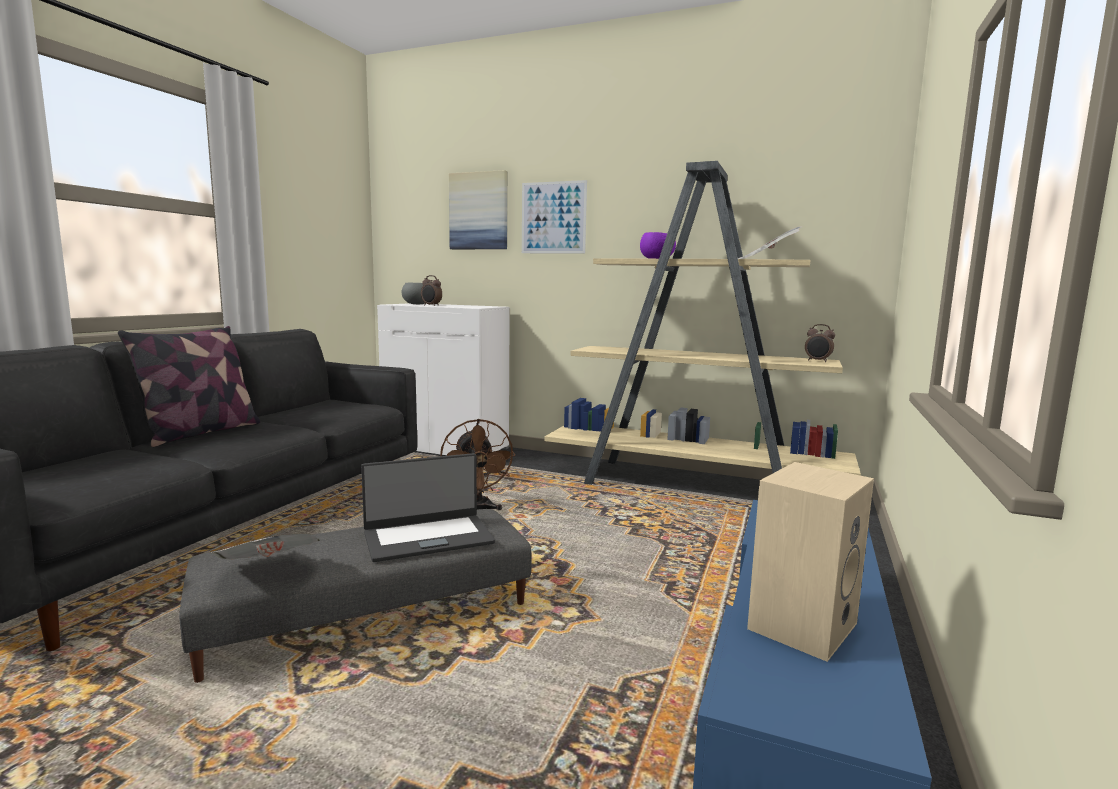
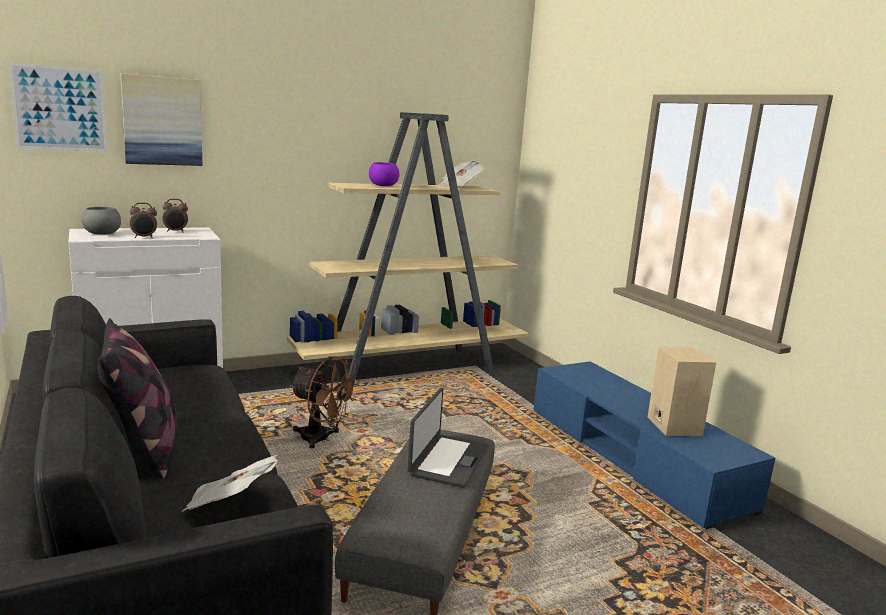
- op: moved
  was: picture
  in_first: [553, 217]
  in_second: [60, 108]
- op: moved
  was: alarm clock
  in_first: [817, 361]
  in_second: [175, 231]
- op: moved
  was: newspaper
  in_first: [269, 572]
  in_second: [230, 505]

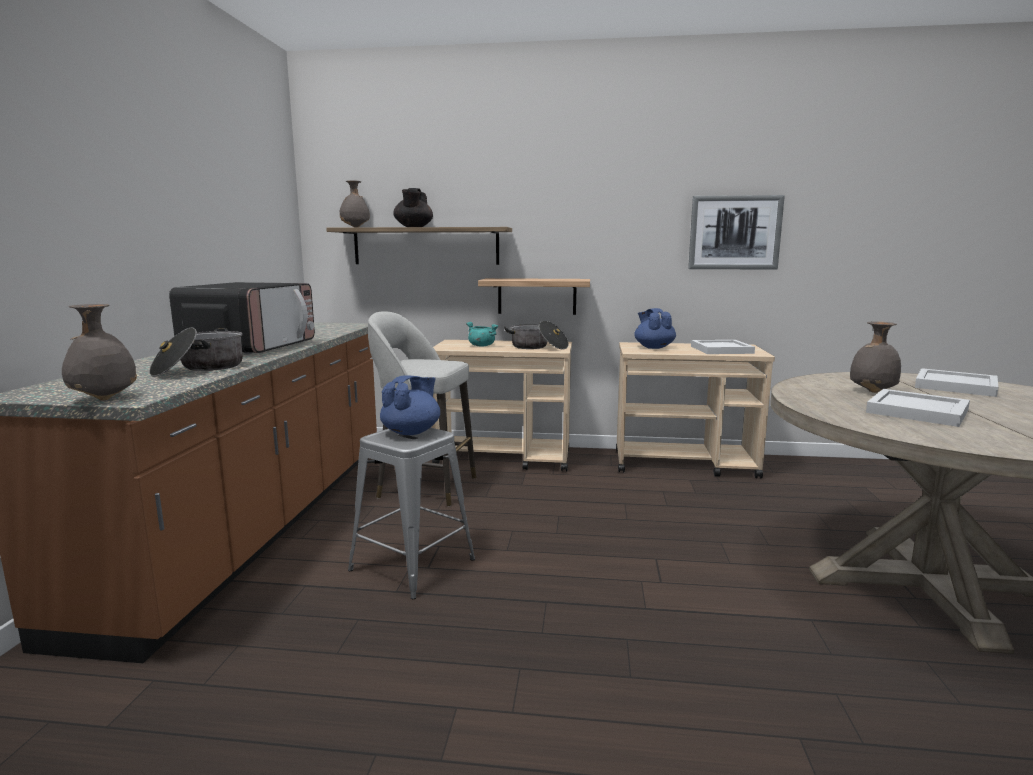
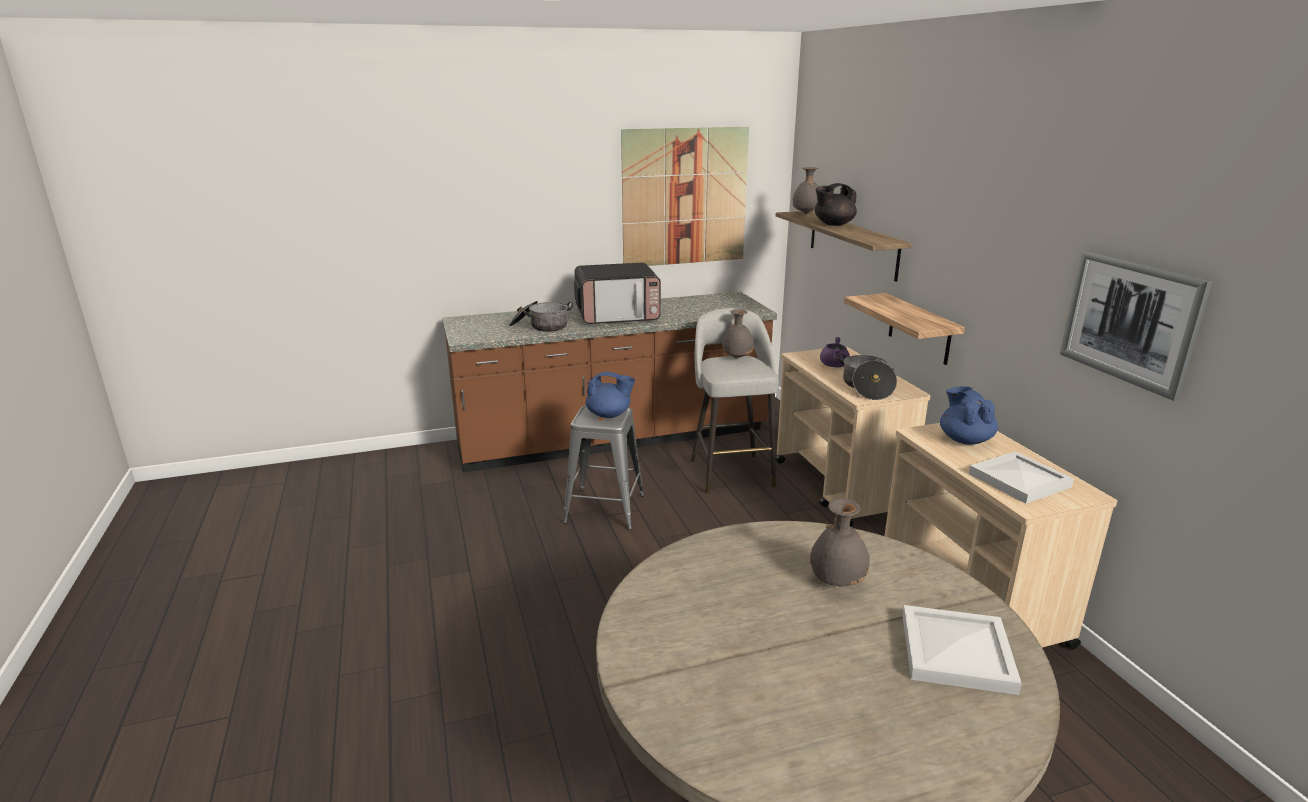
- op: moved
  was: vase/grey
  in_first: [104, 398]
  in_second: [737, 357]
- op: turned
  was: teapot/blue
  in_first: [653, 347]
  in_second: [965, 439]
  clockwise: -60
- op: recoloured
  was: cooking pot/turquoise
  now: cooking pot/purple
  in_first: [481, 346]
  in_second: [833, 365]
- op: removed
  was: tray/white
  in_first: [918, 411]
- op: added
  now: picture
  in_second: [685, 197]

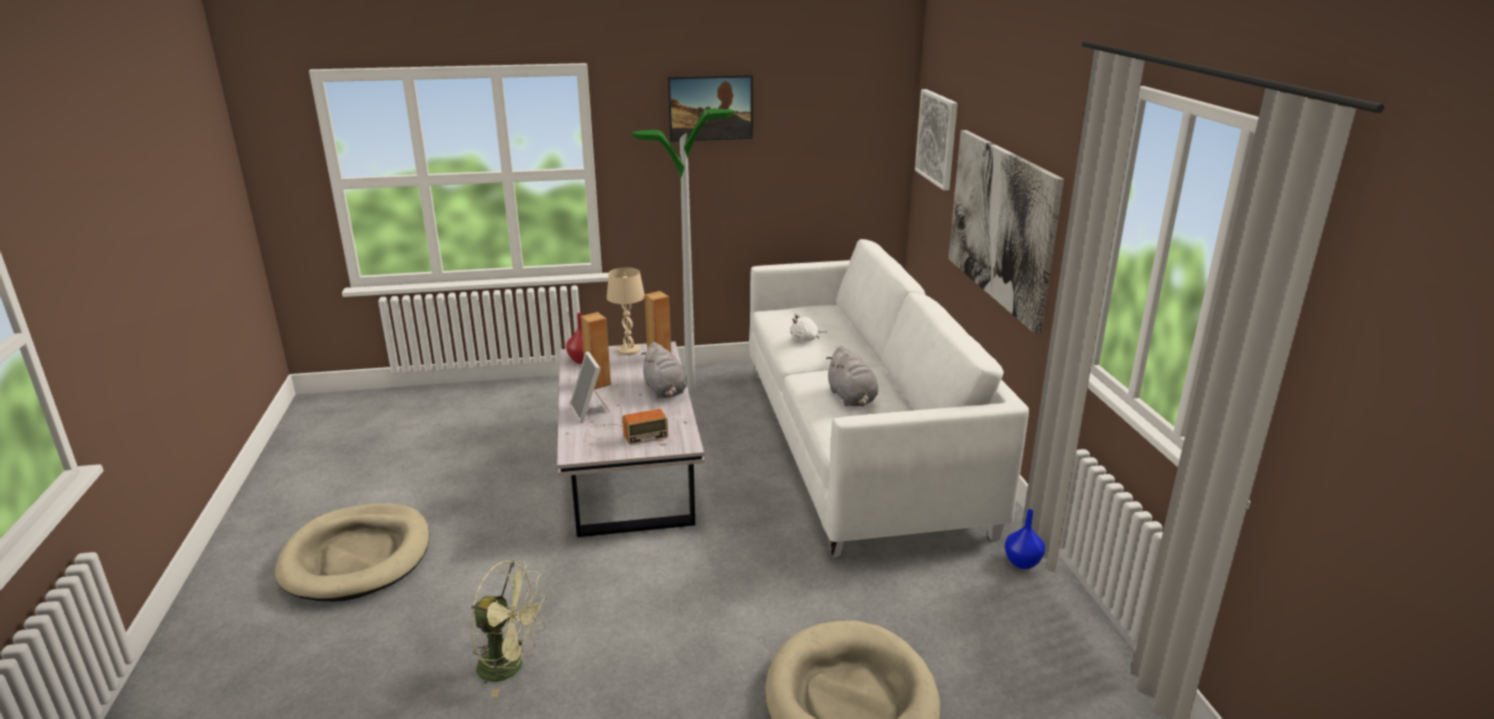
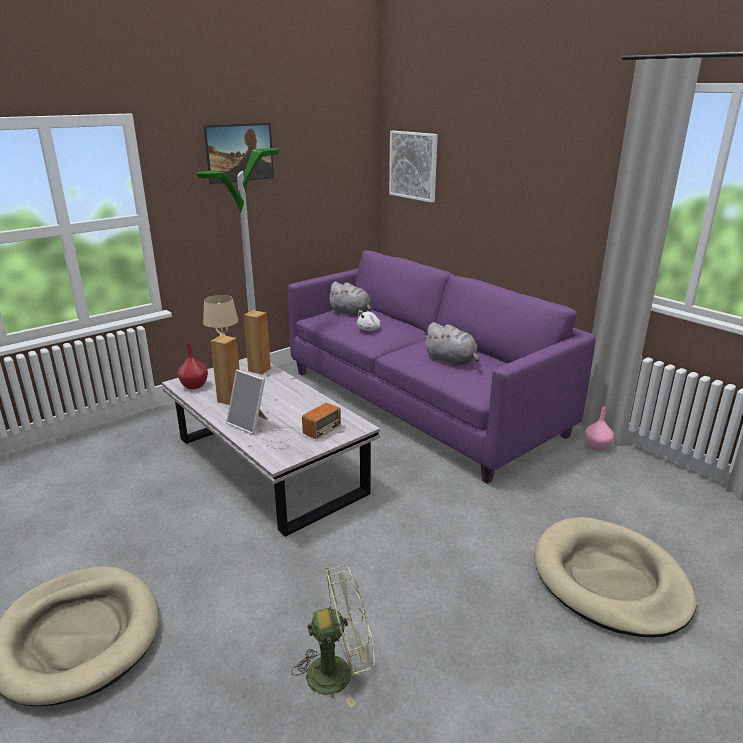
- op: removed
  was: picture
  in_first: [1001, 224]
- op: recoloured
  was: sofa/white
  now: sofa/purple
  in_first: [858, 444]
  in_second: [420, 402]
- op: moved
  was: plush toy/grey
  in_first: [665, 391]
  in_second: [351, 313]
- op: recoloured
  was: vase/blue
  now: vase/pink
  in_first: [1022, 562]
  in_second: [596, 446]

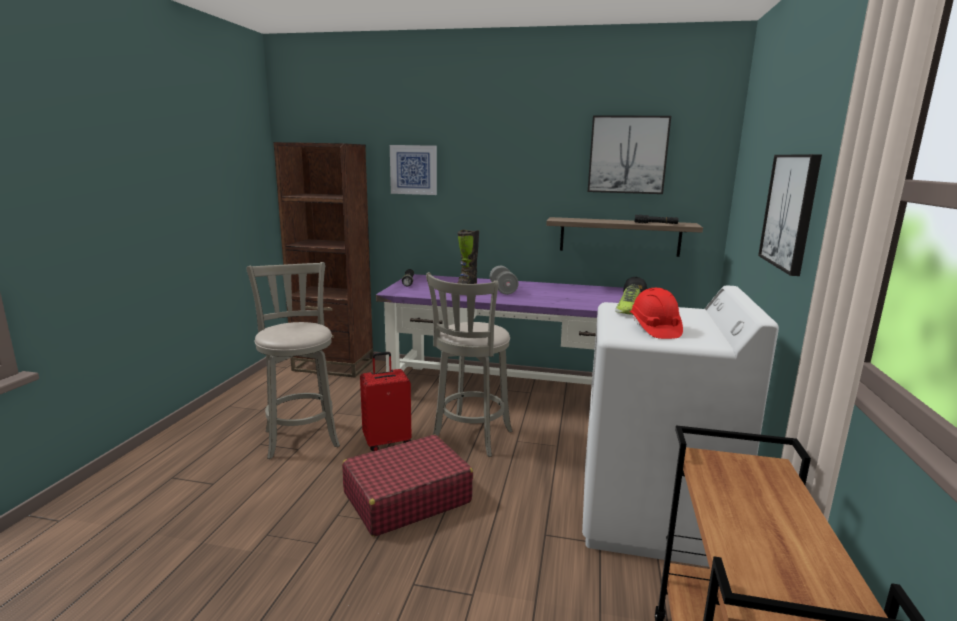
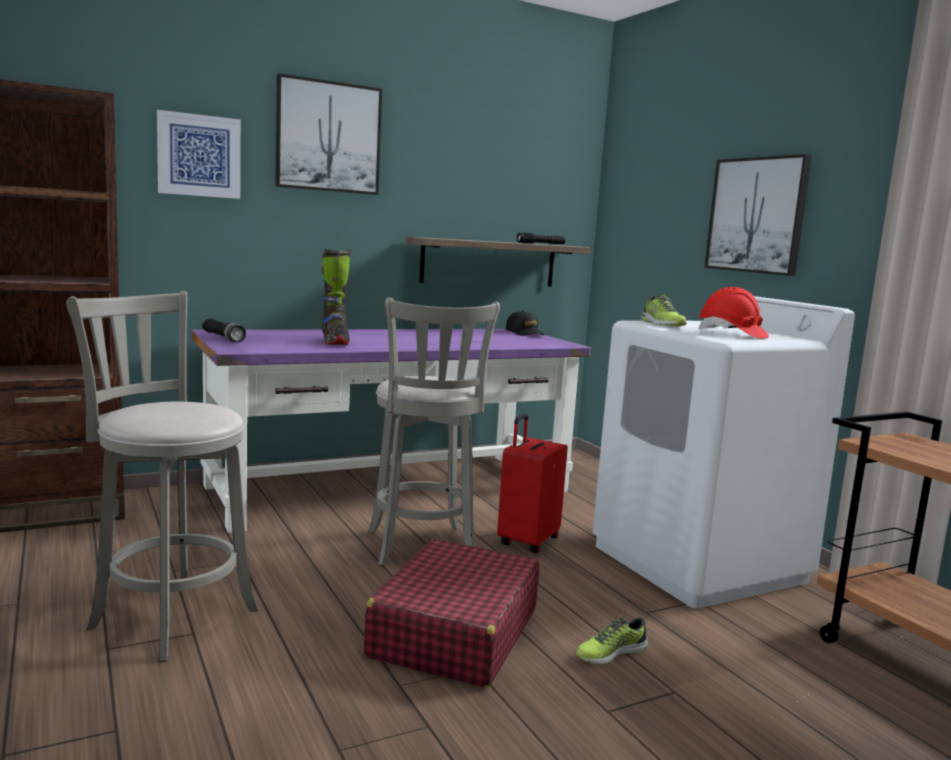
- op: moved
  was: picture
  in_first: [627, 155]
  in_second: [328, 137]
- op: removed
  was: dumbbell/grey
  in_first: [503, 290]
- op: moved
  was: suitcase/red
  in_first: [387, 442]
  in_second: [527, 541]
- op: added
  now: shoe
  in_second: [610, 653]

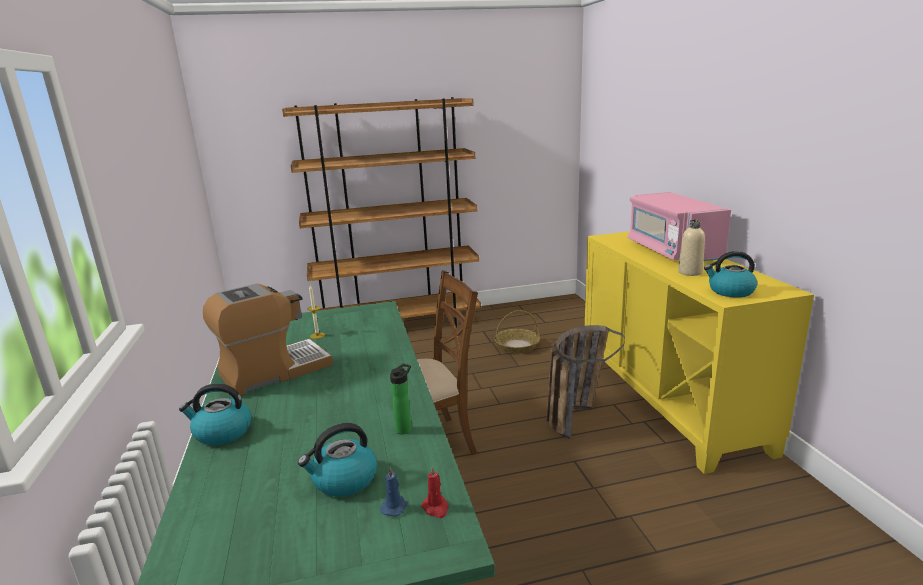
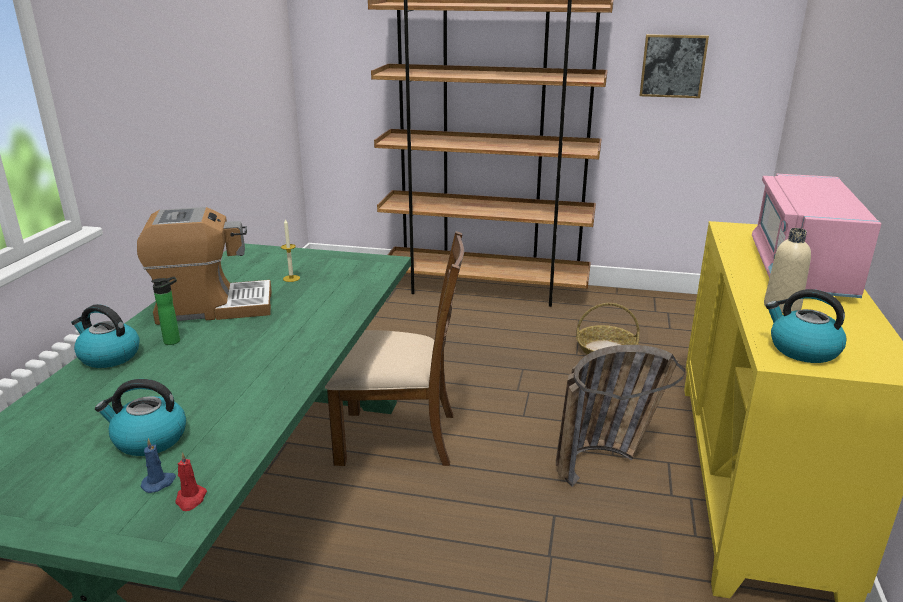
- op: moved
  was: bottle
  in_first: [405, 428]
  in_second: [174, 341]
- op: added
  now: picture
  in_second: [673, 66]

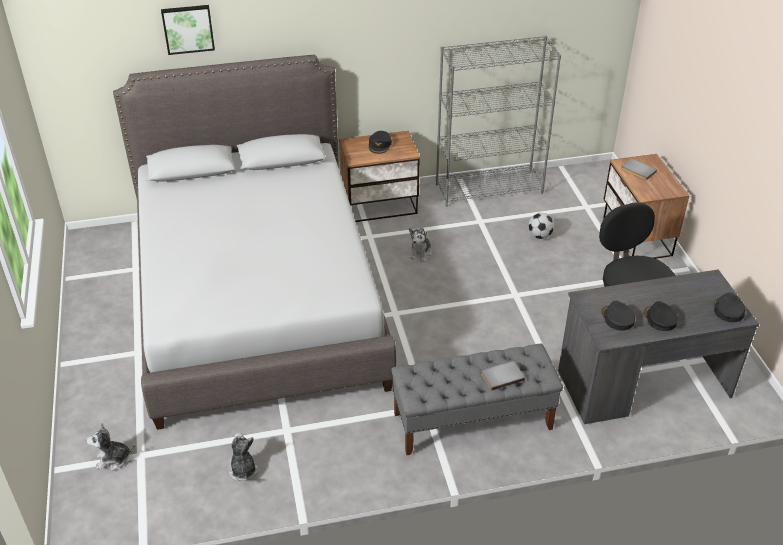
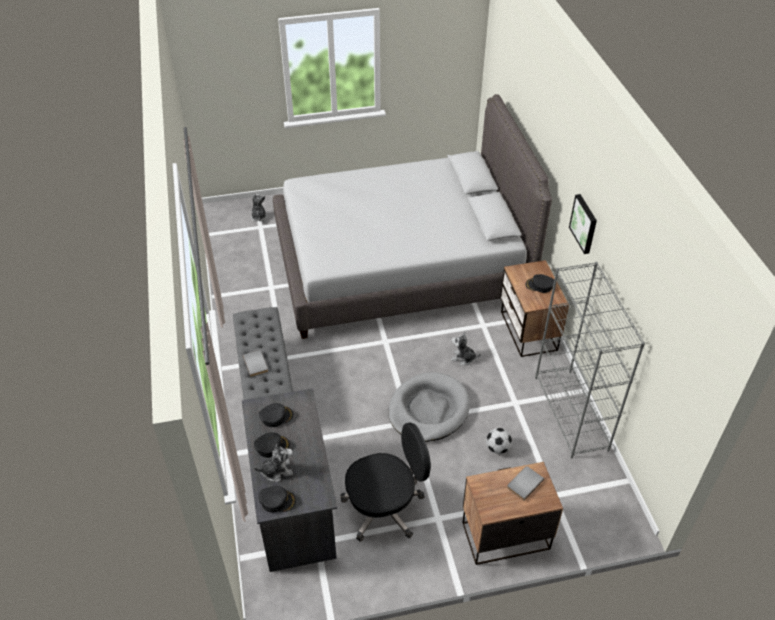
- op: moved
  was: picture
  in_first: [188, 28]
  in_second: [584, 223]
- op: moved
  was: plush toy
  in_first: [243, 470]
  in_second: [276, 471]
- op: added
  now: dog bed/grey
  in_second: [428, 410]

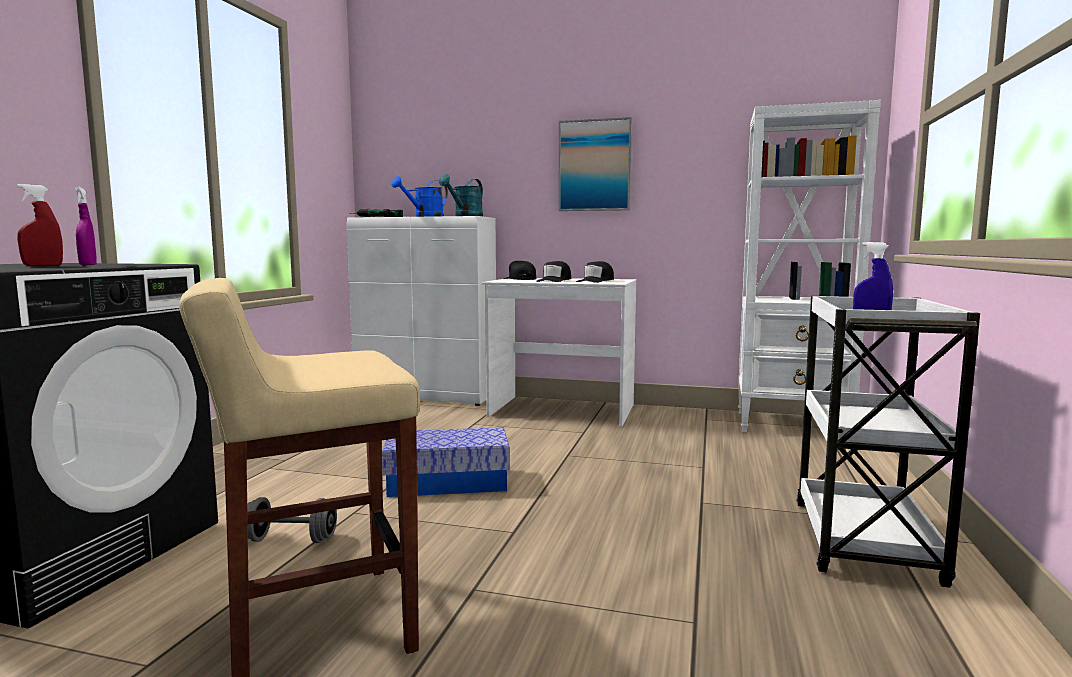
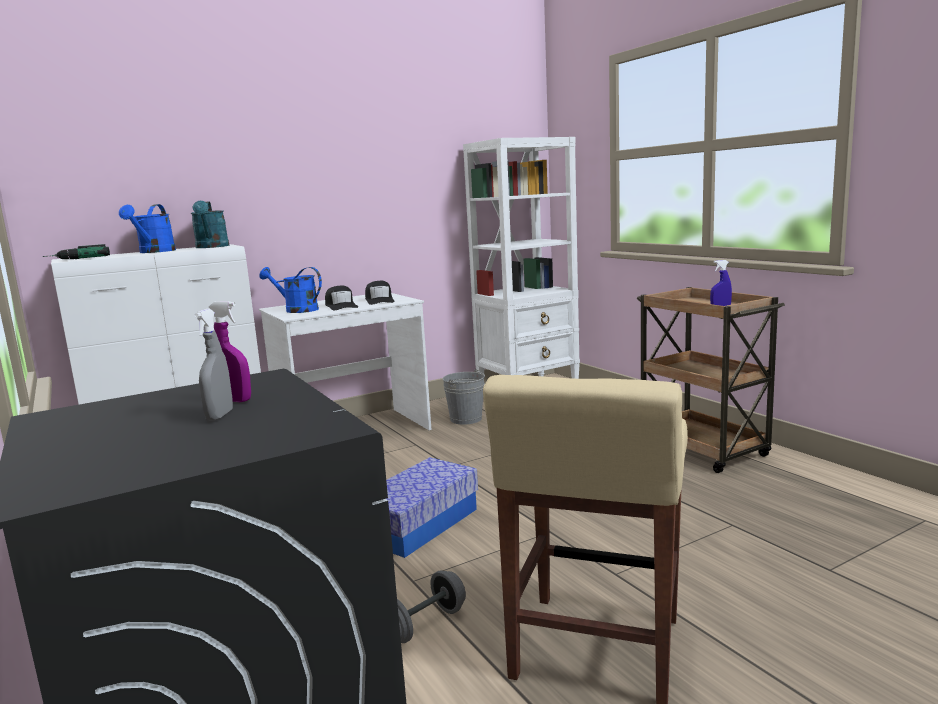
- op: removed
  was: picture
  in_first: [595, 165]
- op: recoloured
  was: spray bottle/red
  now: spray bottle/grey
  in_first: [43, 266]
  in_second: [219, 415]
- op: replaced
  was: cap/black
  now: watering can/blue
  in_first: [519, 279]
  in_second: [296, 310]
- op: recoloured
  was: cart/white
  now: cart/brown
  in_first: [865, 543]
  in_second: [703, 450]
- op: added
  now: bucket/grey
  in_second: [466, 419]

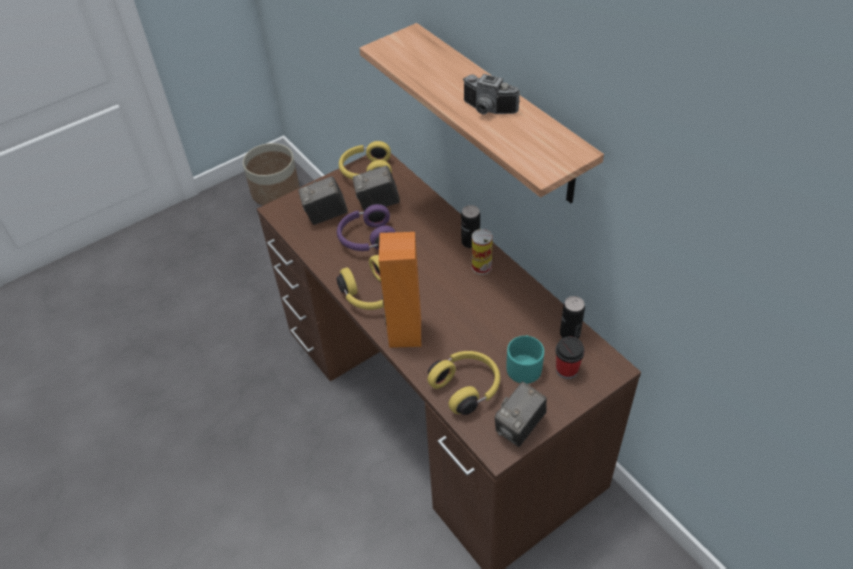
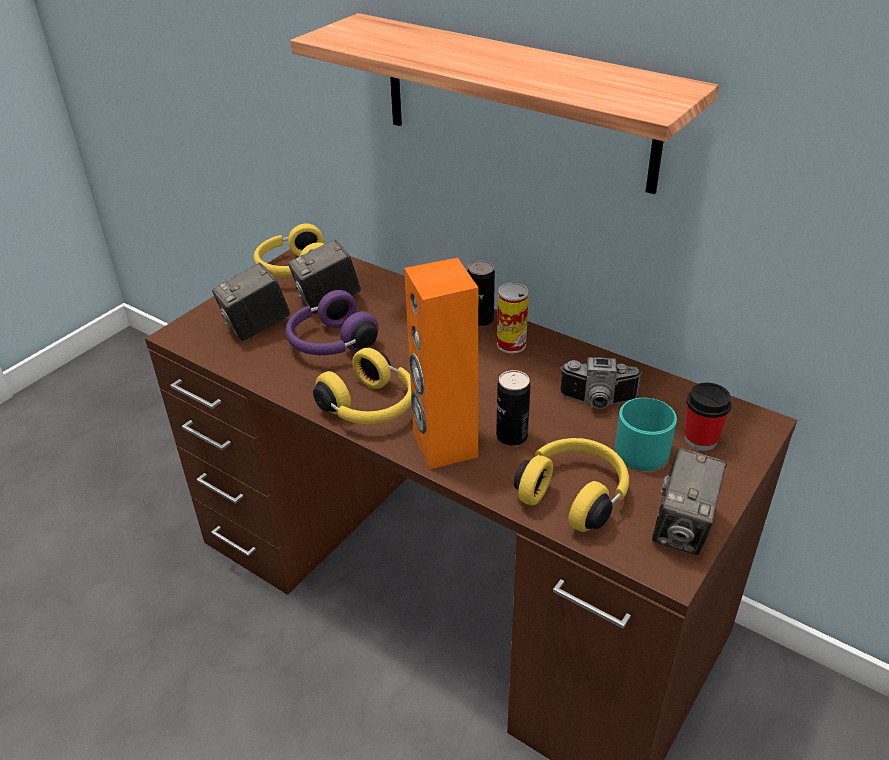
- op: moved
  was: photo camera
  in_first: [487, 110]
  in_second: [598, 402]
- op: removed
  was: planter
  in_first: [276, 191]
- op: moved
  was: can
  in_first: [570, 333]
  in_second: [512, 436]

